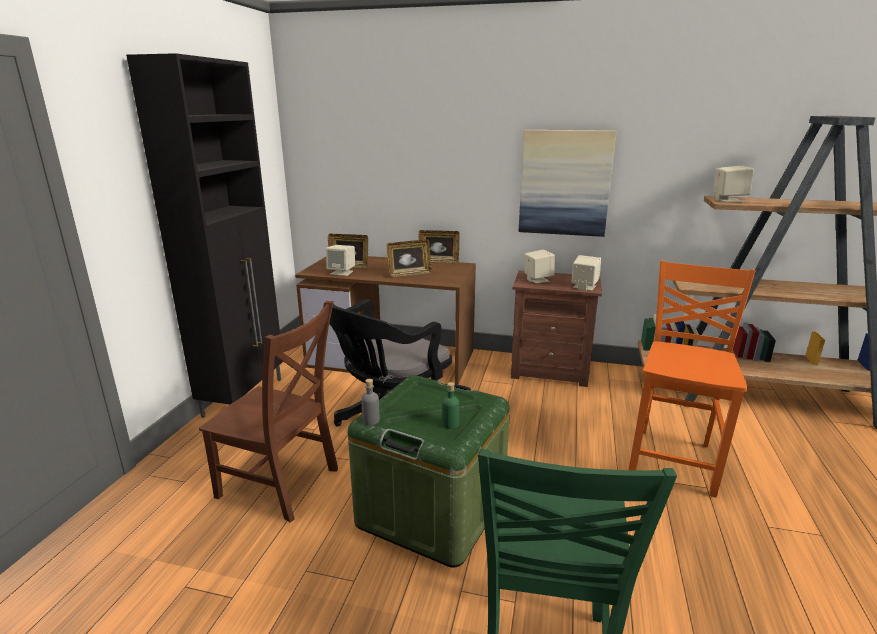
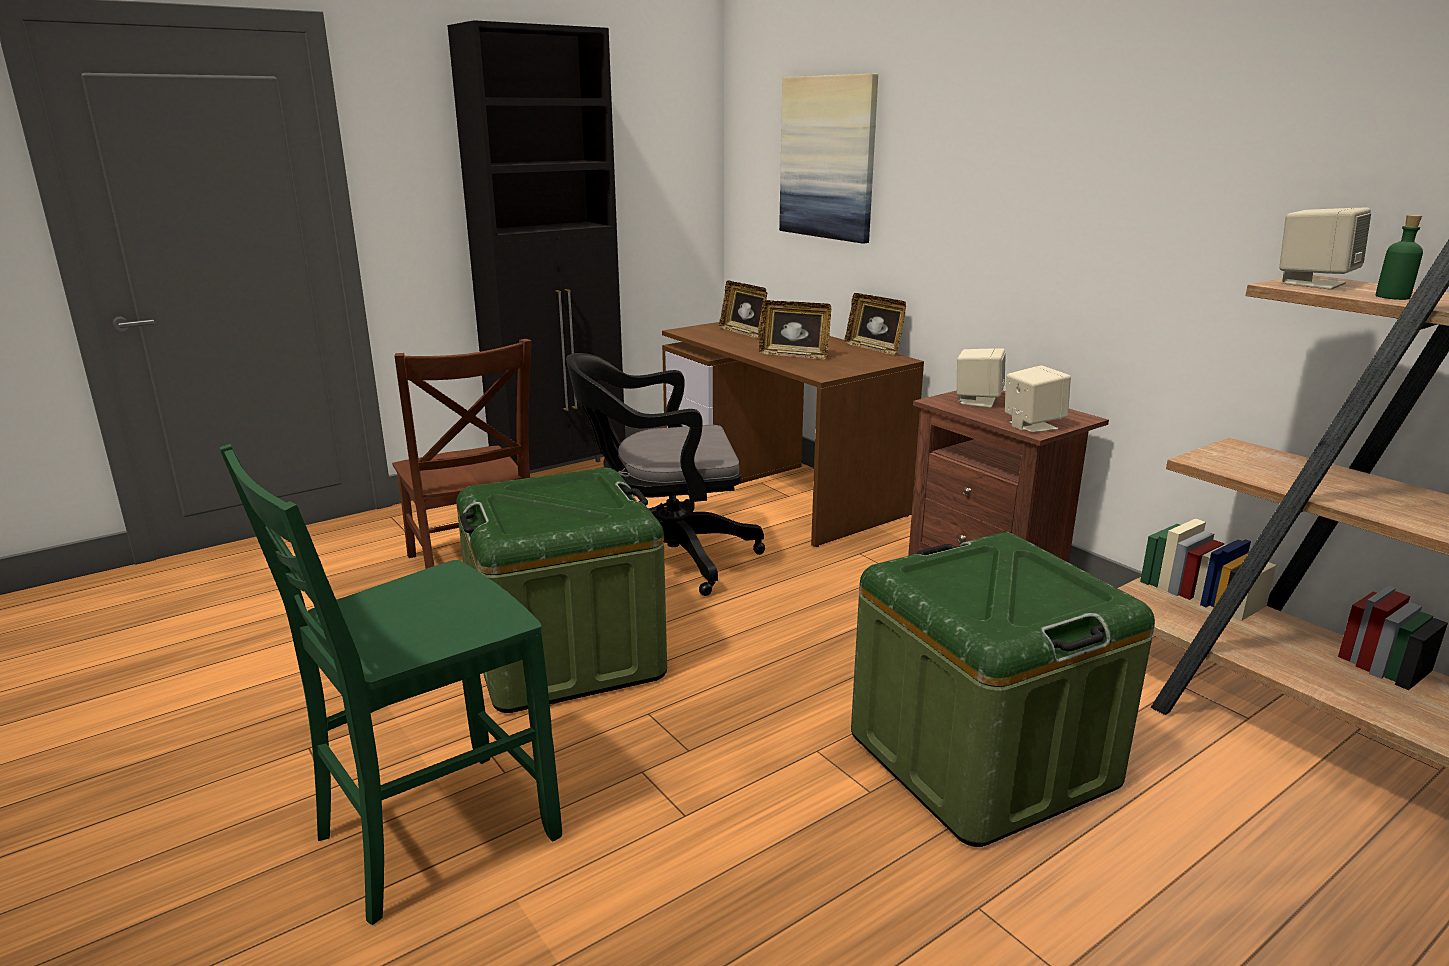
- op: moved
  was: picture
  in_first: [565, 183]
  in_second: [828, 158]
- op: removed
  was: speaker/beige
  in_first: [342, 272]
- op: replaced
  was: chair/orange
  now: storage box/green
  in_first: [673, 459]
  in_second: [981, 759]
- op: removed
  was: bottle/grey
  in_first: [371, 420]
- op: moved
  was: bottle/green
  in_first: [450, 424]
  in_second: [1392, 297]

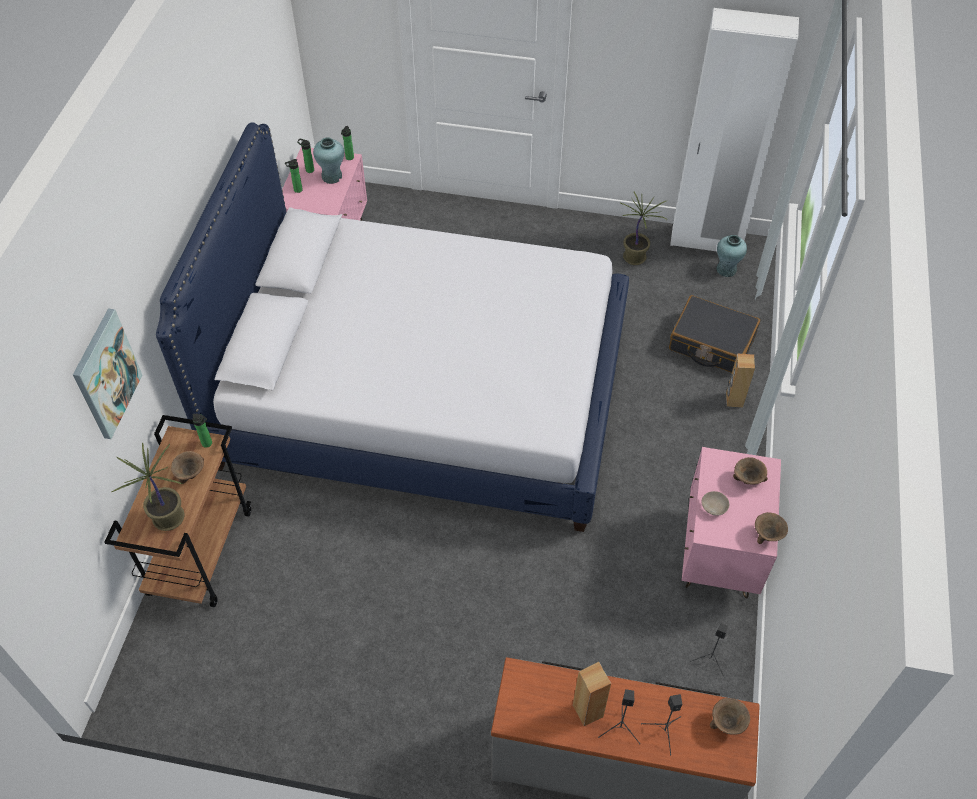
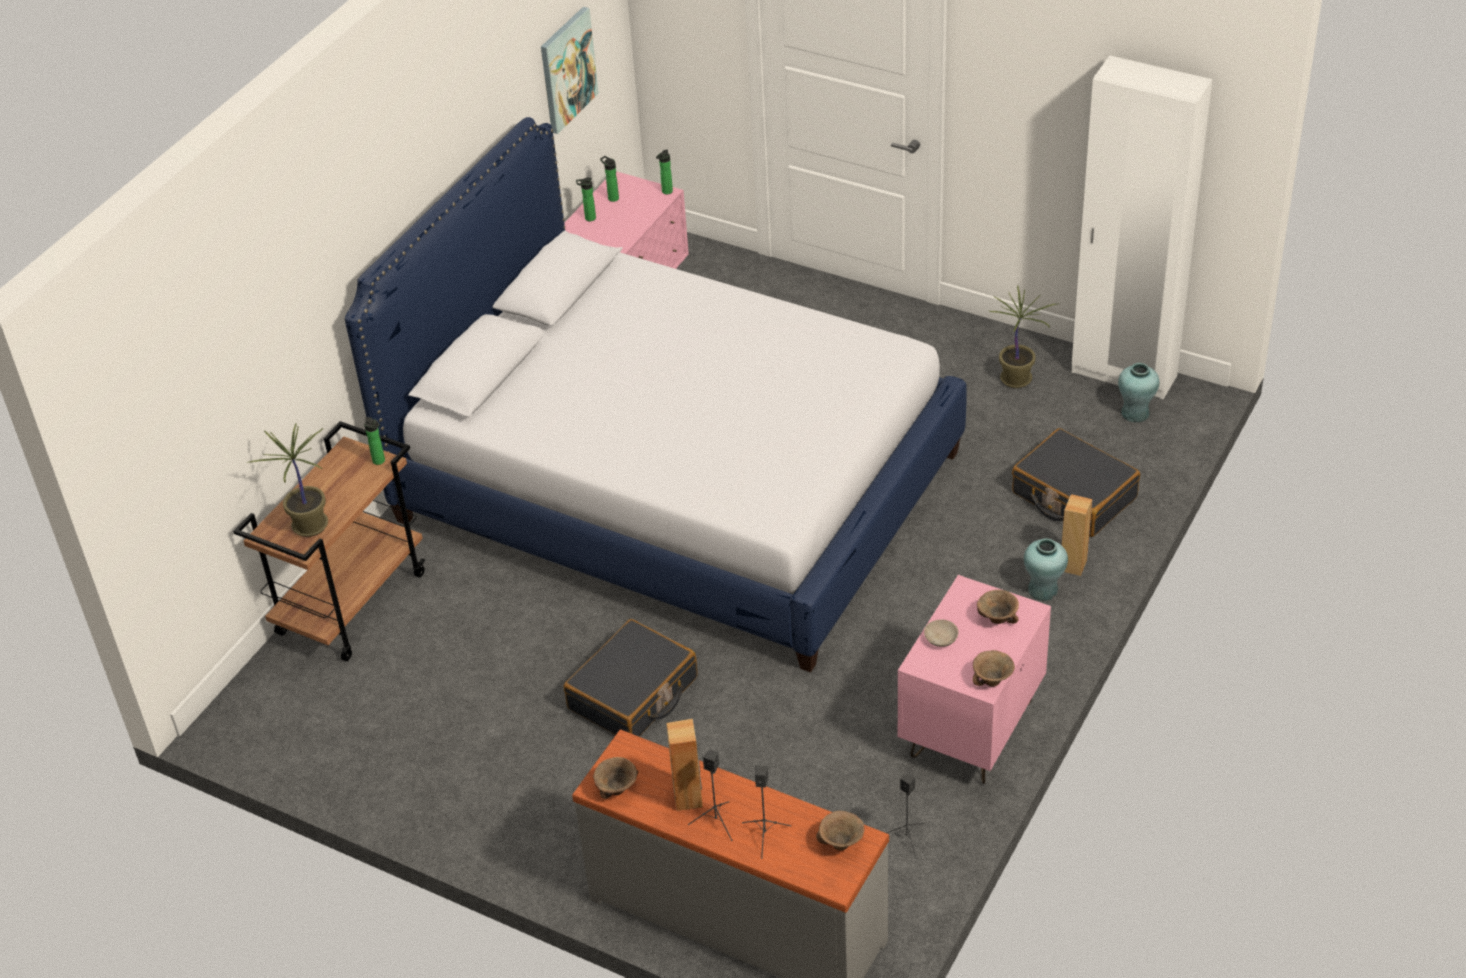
- op: moved
  was: vase/turquoise
  in_first: [332, 176]
  in_second: [1043, 589]
- op: moved
  was: picture
  in_first: [106, 374]
  in_second: [567, 69]
- op: moved
  was: bowl/brown
  in_first: [191, 474]
  in_second: [617, 789]
- op: added
  now: suitcase/black
  in_second: [633, 694]

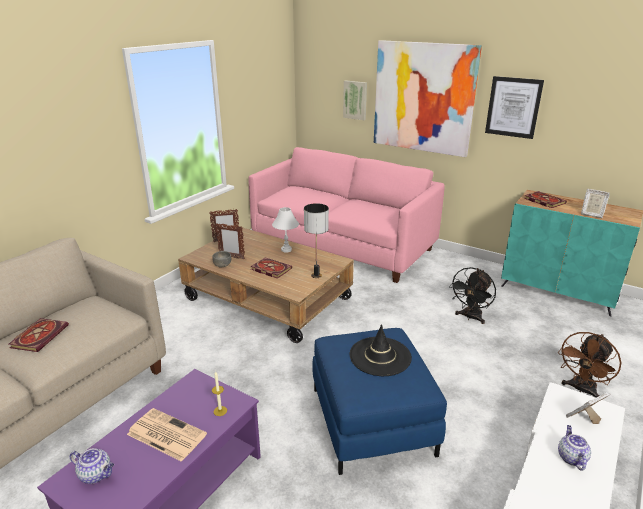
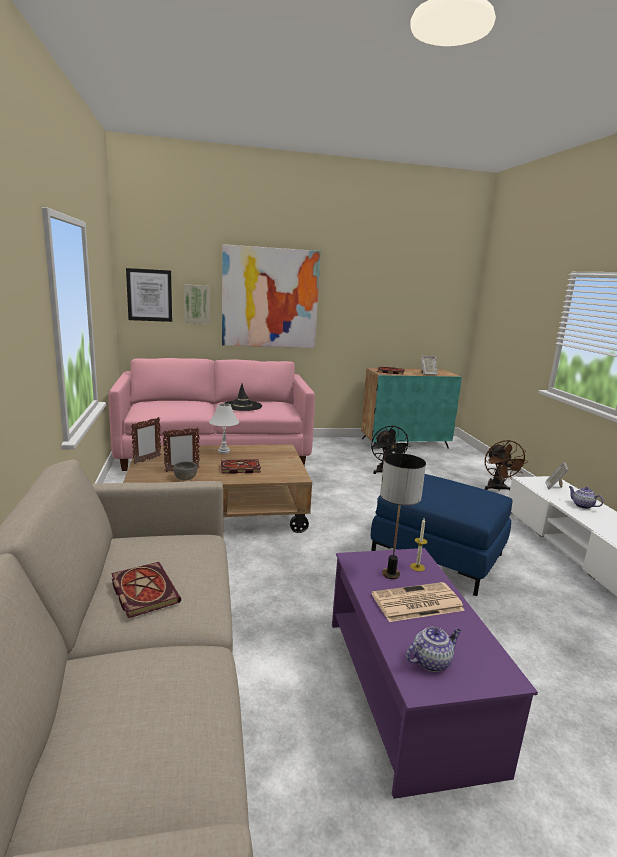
- op: moved
  was: picture
  in_first: [513, 107]
  in_second: [149, 295]
- op: moved
  was: table lamp
  in_first: [316, 276]
  in_second: [391, 574]
- op: moved
  was: hat/black
  in_first: [380, 356]
  in_second: [242, 406]

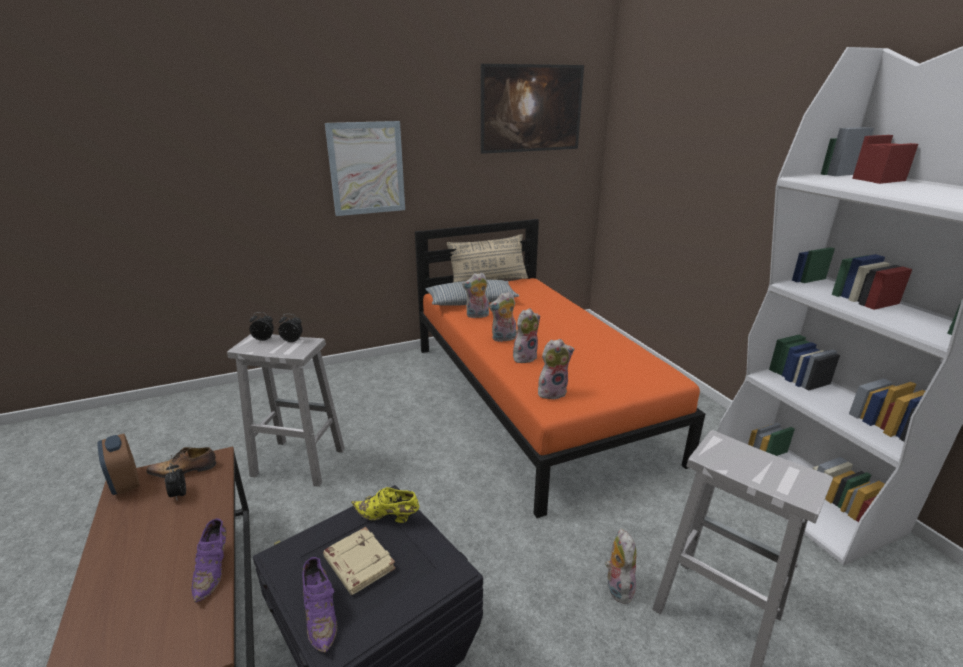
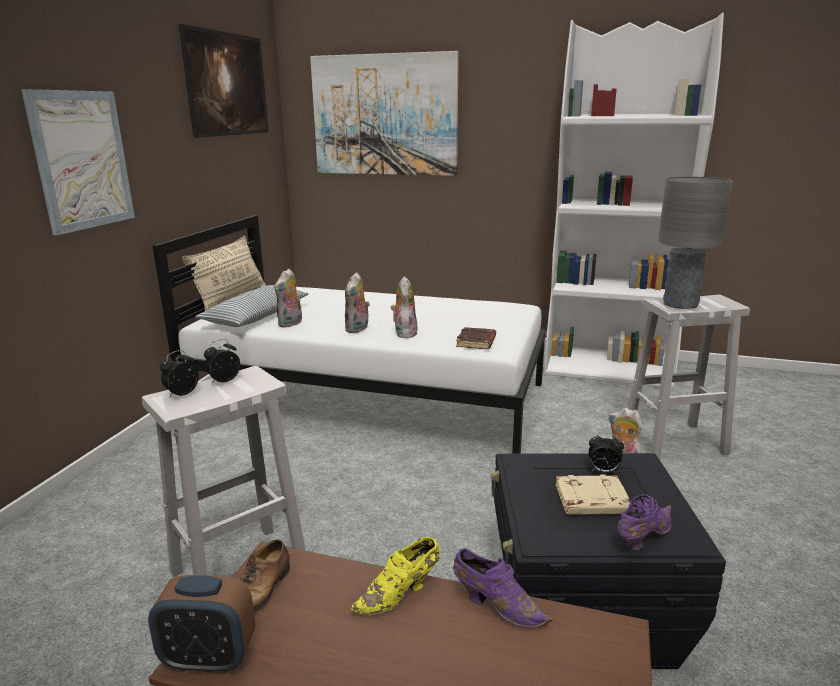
- op: recoloured
  was: bed/orange
  now: bed/white
  in_first: [534, 398]
  in_second: [369, 397]
- op: replaced
  was: plush toy
  now: book/brown
  in_first: [552, 392]
  in_second: [477, 342]
- op: moved
  was: alarm clock
  in_first: [179, 494]
  in_second: [603, 471]
- op: moved
  was: shoe/yellow
  in_first: [388, 517]
  in_second: [400, 594]
- op: turned
  was: shoe/purple
  in_first: [321, 614]
  in_second: [642, 537]
  clockwise: -60
- op: added
  now: picture
  in_second: [384, 115]
- op: added
  now: table lamp/grey
  in_second: [680, 304]

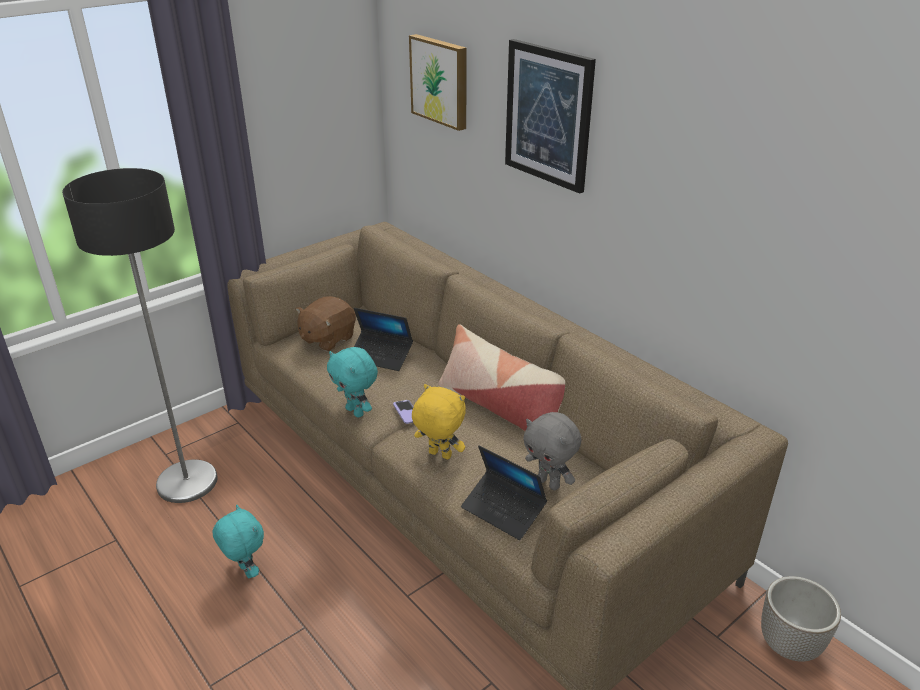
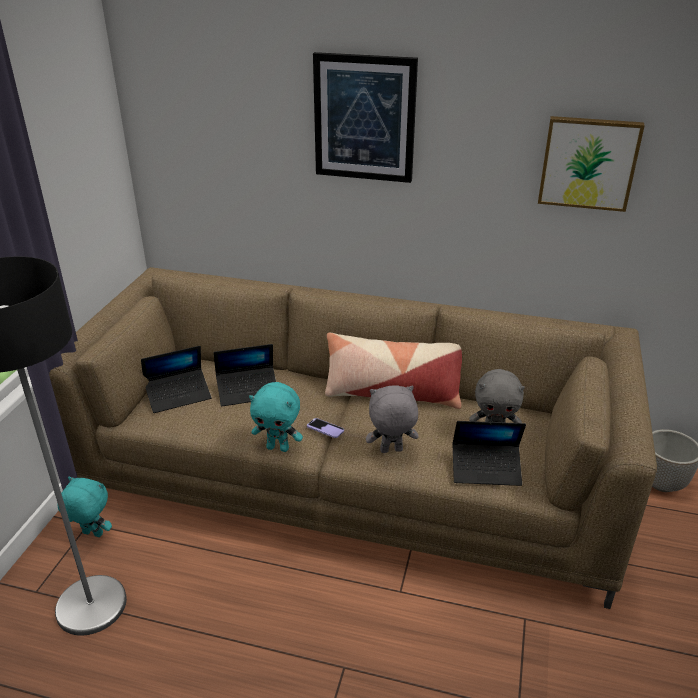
- op: moved
  was: picture
  in_first: [441, 81]
  in_second: [588, 162]
- op: replaced
  was: plush toy/brown
  now: laptop
  in_first: [327, 339]
  in_second: [178, 395]
- op: recoloured
  was: plush toy/yellow
  now: plush toy/grey
  in_first: [439, 455]
  in_second: [391, 451]
- op: moved
  was: plush toy/turquoise
  in_first: [245, 571]
  in_second: [92, 534]

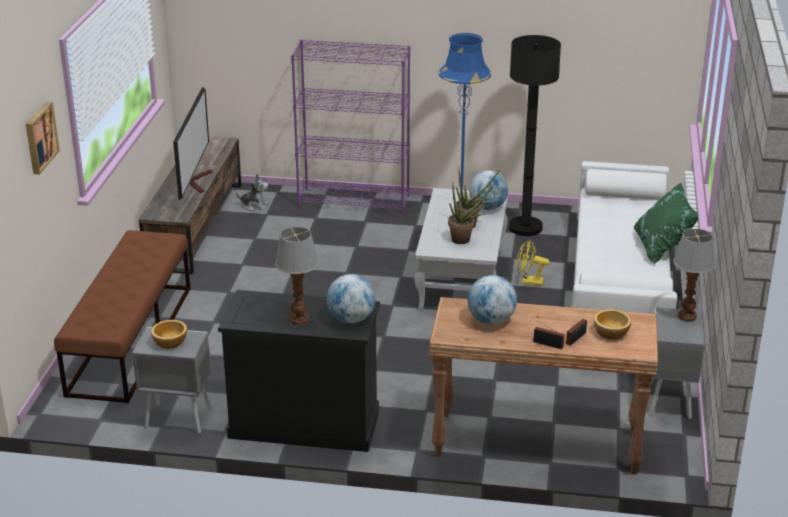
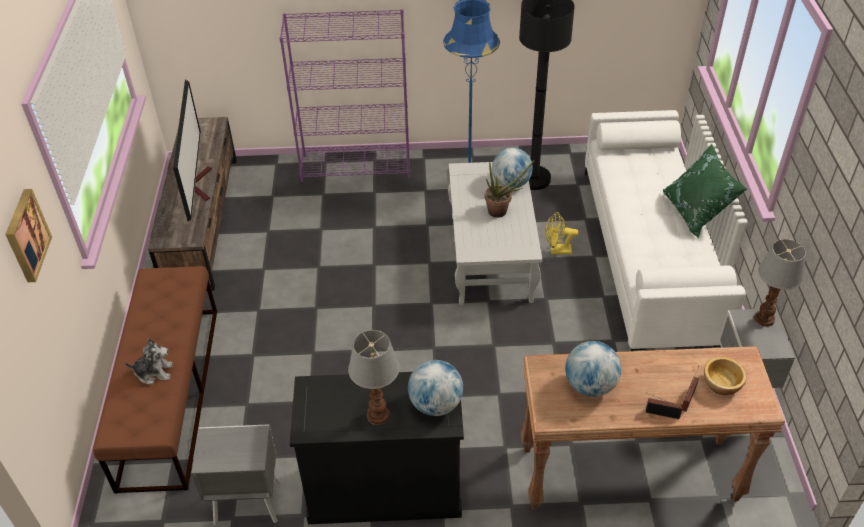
- op: moved
  was: plush toy
  in_first: [254, 205]
  in_second: [154, 372]
- op: removed
  was: potted plant
  in_first: [465, 240]
- op: removed
  was: bowl
  in_first: [170, 342]

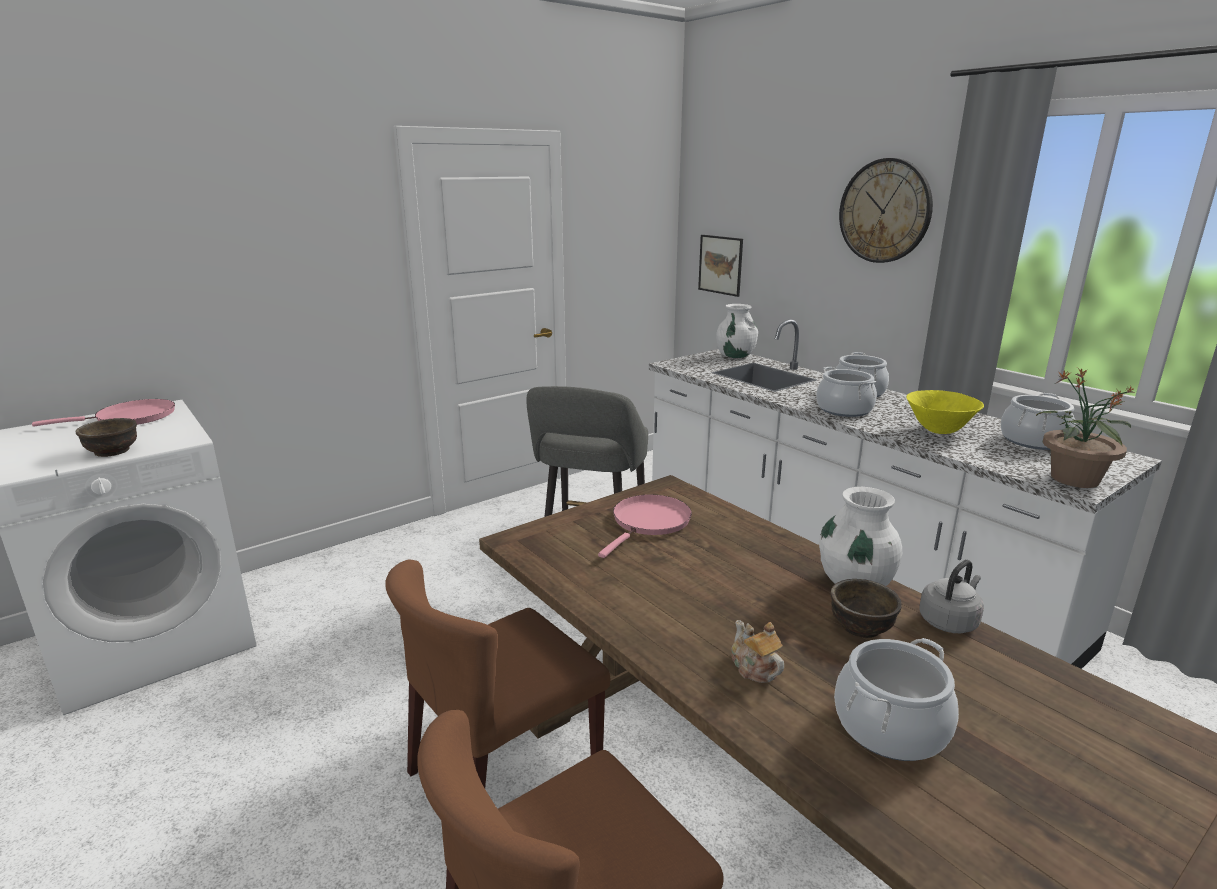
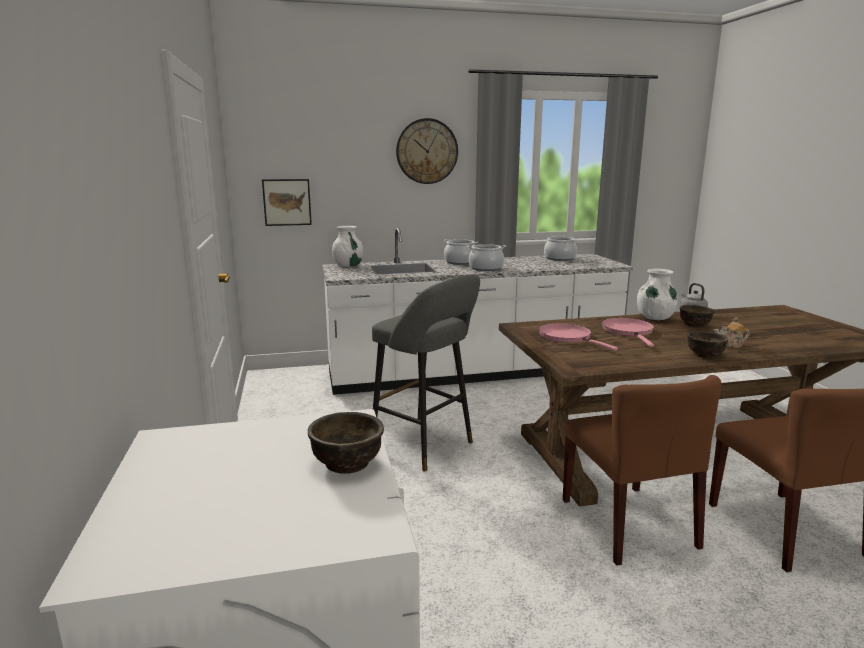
- op: removed
  was: potted plant
  in_first: [1073, 479]
- op: removed
  was: bowl/yellow
  in_first: [939, 431]
- op: moved
  was: frying pan/pink
  in_first: [130, 418]
  in_second: [628, 331]
- op: removed
  was: cooking pot
  in_first: [889, 726]
- op: added
  now: bowl/brown
  in_second: [704, 354]

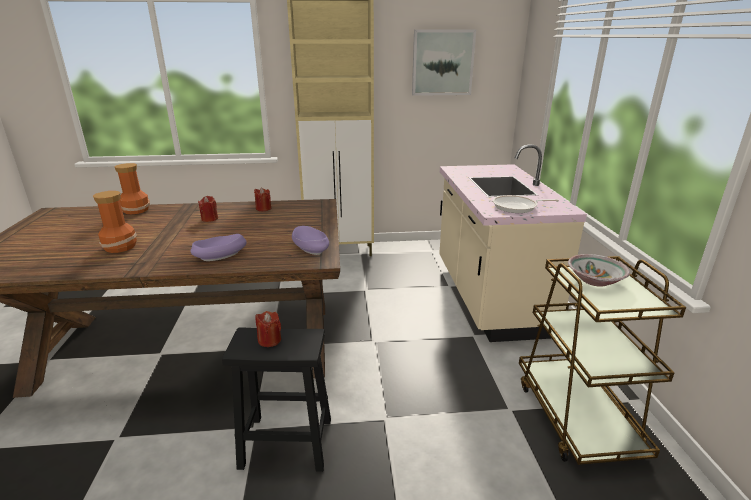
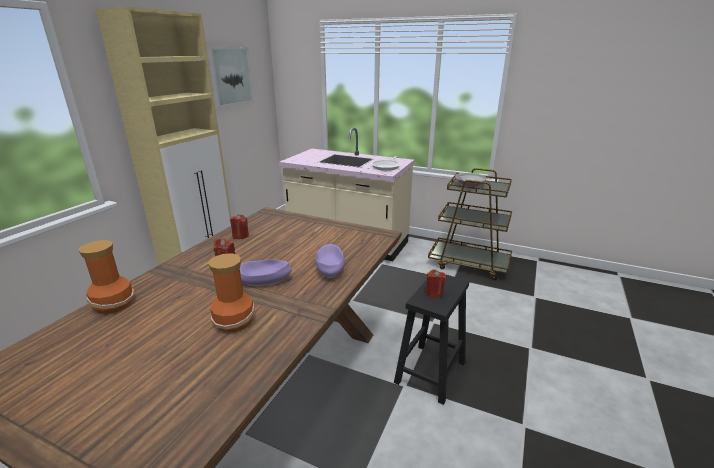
- op: moved
  was: bowl/purple
  in_first: [311, 249]
  in_second: [264, 281]

